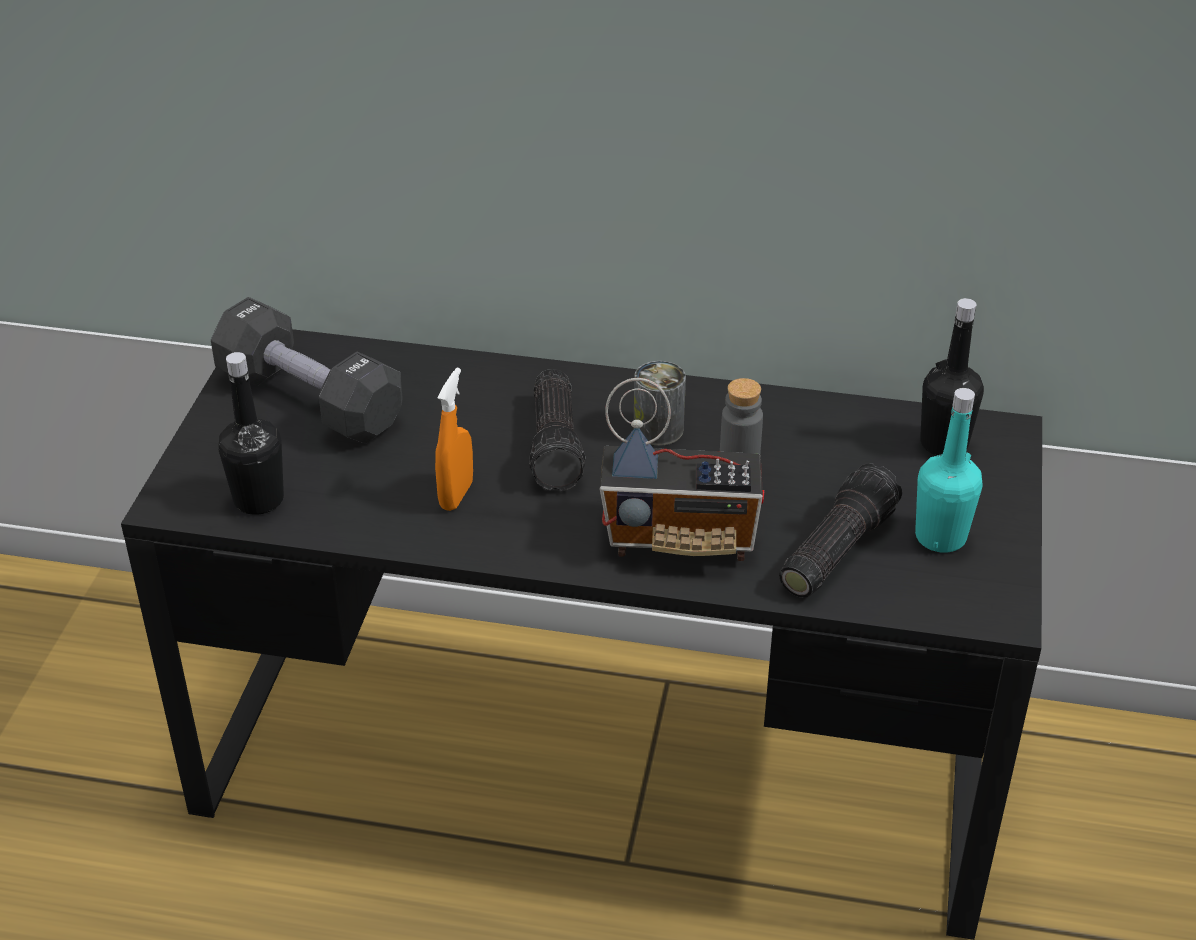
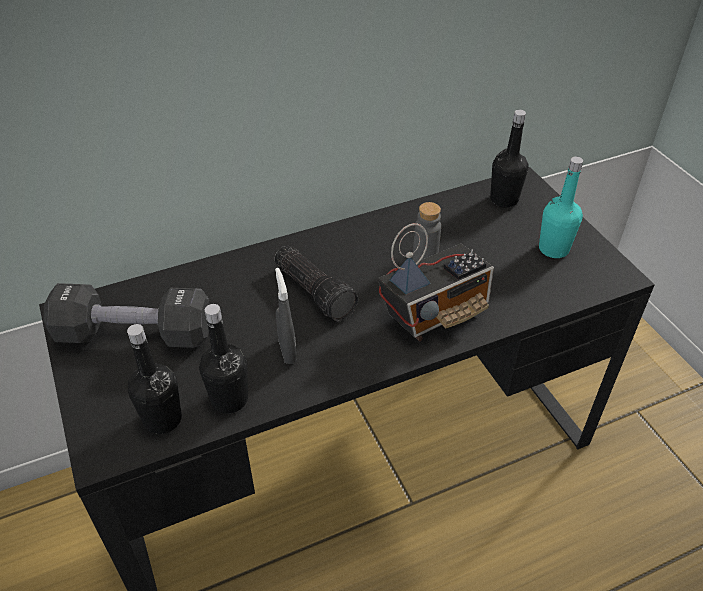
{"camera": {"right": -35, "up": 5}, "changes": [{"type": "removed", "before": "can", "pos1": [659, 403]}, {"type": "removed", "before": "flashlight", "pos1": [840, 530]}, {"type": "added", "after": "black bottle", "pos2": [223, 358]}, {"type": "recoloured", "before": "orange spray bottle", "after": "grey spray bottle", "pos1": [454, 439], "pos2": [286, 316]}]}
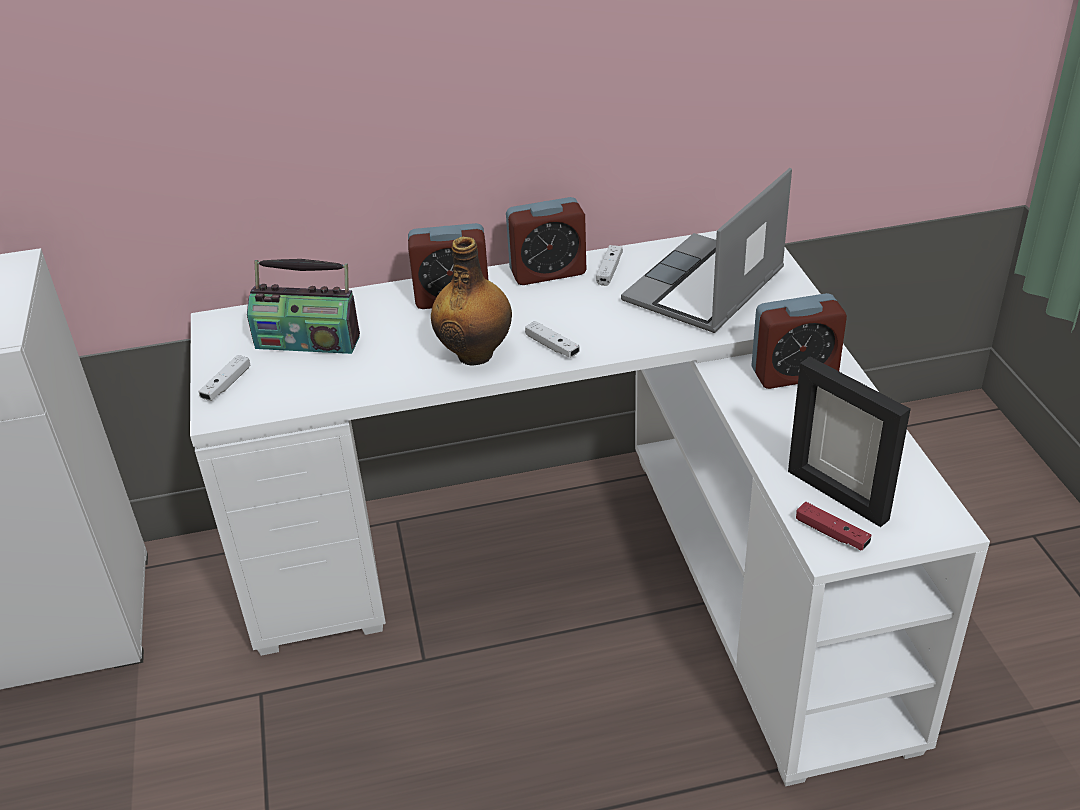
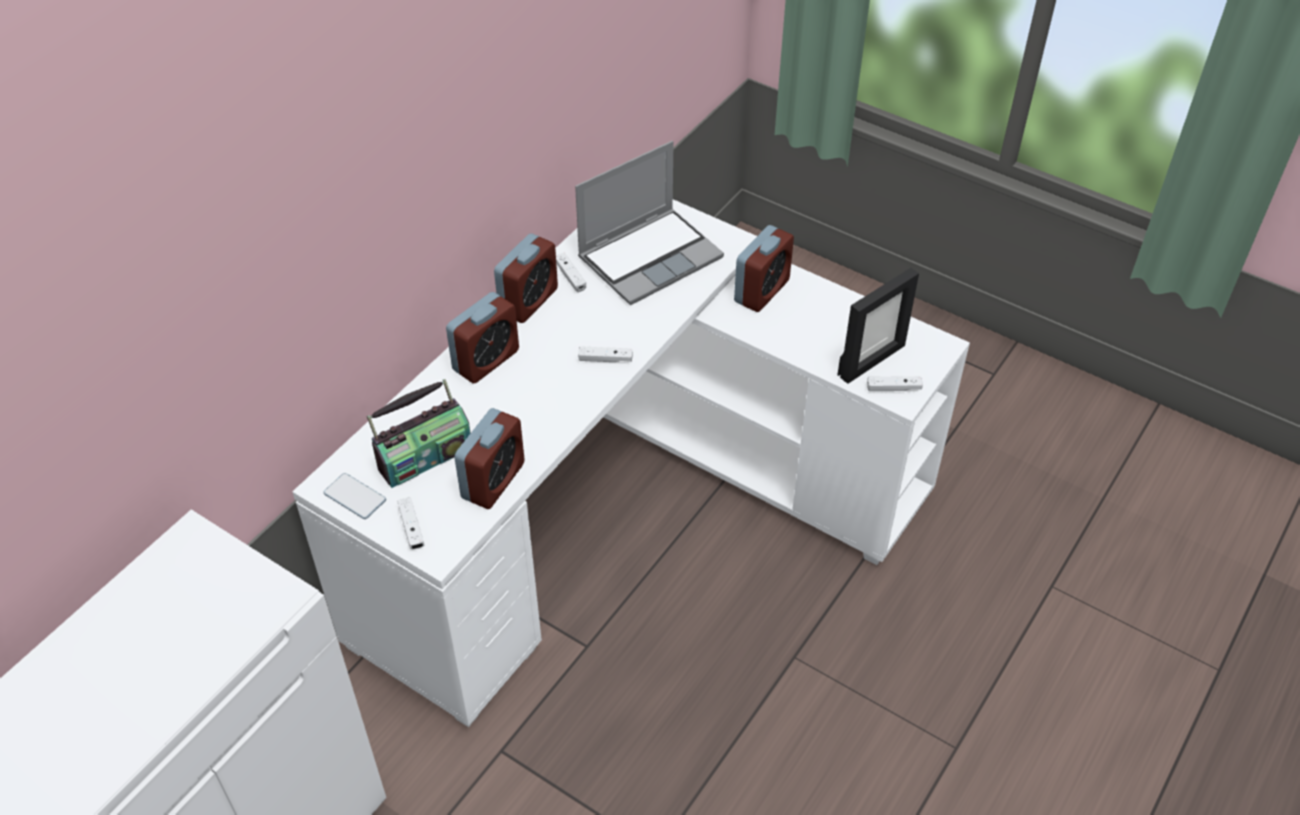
{"camera": {"right": -45, "up": 10}, "changes": [{"type": "removed", "before": "bottle", "pos1": [471, 301]}, {"type": "added", "after": "phone", "pos2": [355, 496]}, {"type": "added", "after": "alarm clock", "pos2": [489, 458]}, {"type": "recoloured", "before": "red game controller", "after": "white game controller", "pos1": [833, 526], "pos2": [895, 383]}, {"type": "turned", "before": "laptop", "pos1": [706, 250], "pos2": [649, 223], "turn": -120}, {"type": "turned", "before": "picture frame", "pos1": [849, 442], "pos2": [878, 326], "turn": -45}]}
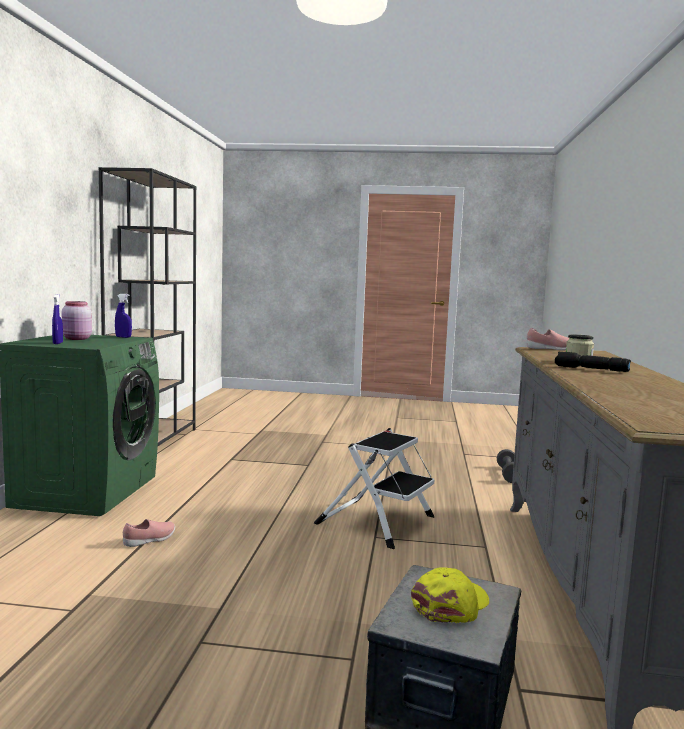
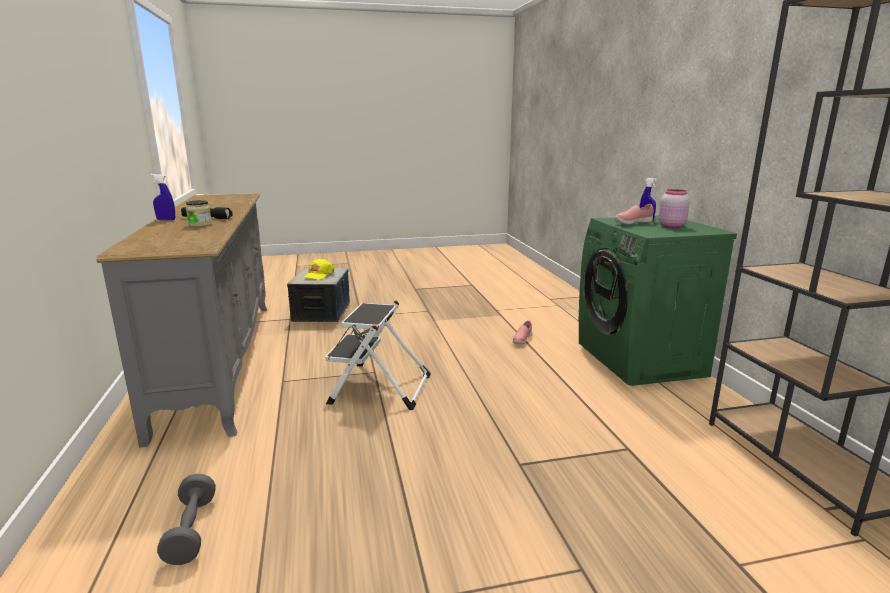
{"camera": {"right": 160, "up": 10}, "changes": [{"type": "moved", "before": "blue spray bottle", "pos1": [123, 316], "pos2": [163, 197]}, {"type": "moved", "before": "pink shoe", "pos1": [547, 339], "pos2": [634, 214]}]}
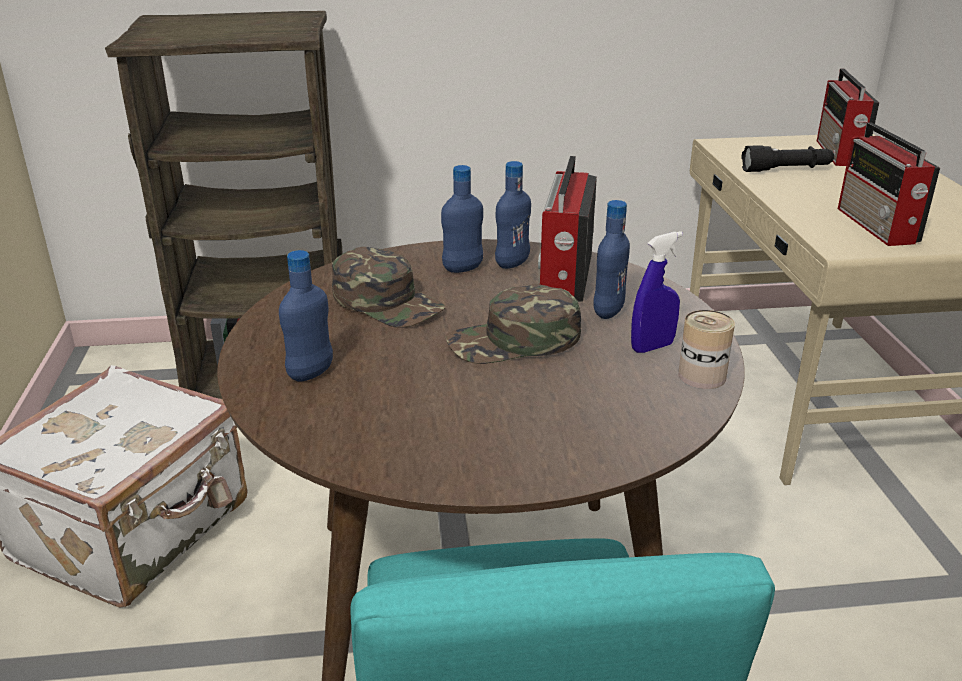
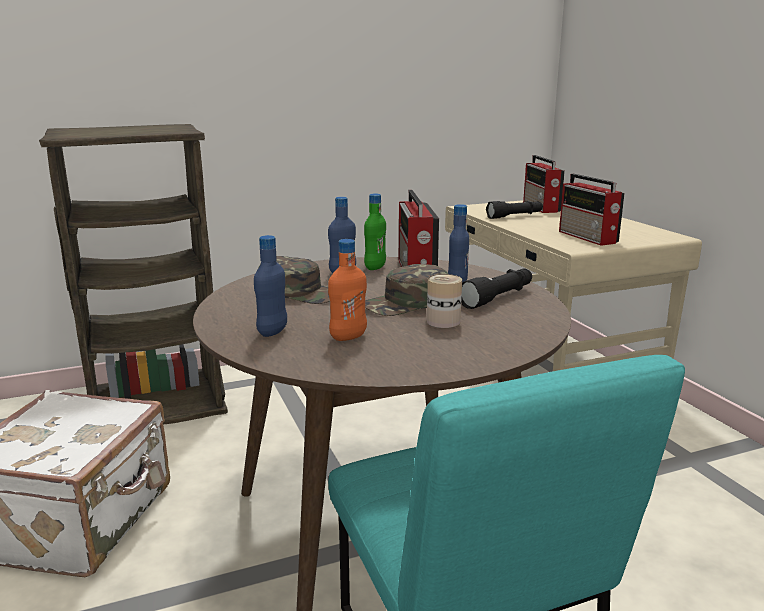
{"camera": {"right": -15, "up": -10}, "changes": [{"type": "added", "after": "orange bottle", "pos2": [347, 290]}, {"type": "moved", "before": "can", "pos1": [706, 349], "pos2": [444, 301]}, {"type": "replaced", "before": "blue spray bottle", "after": "black flashlight", "pos1": [657, 292], "pos2": [496, 288]}, {"type": "recoloured", "before": "blue bottle", "after": "green bottle", "pos1": [513, 215], "pos2": [375, 231]}]}
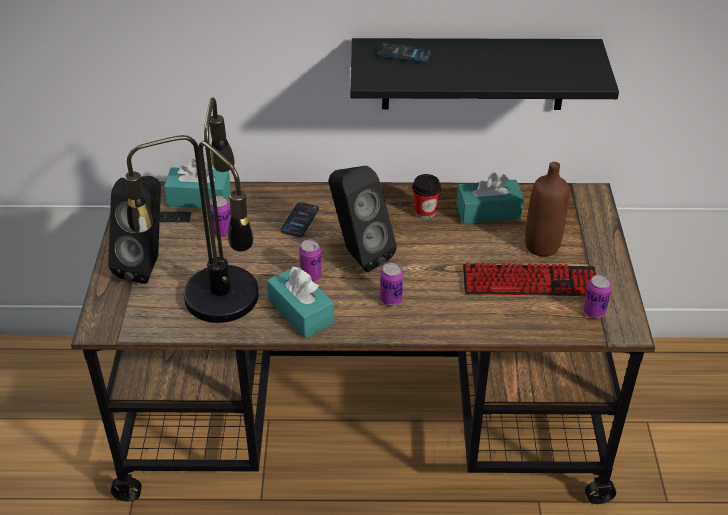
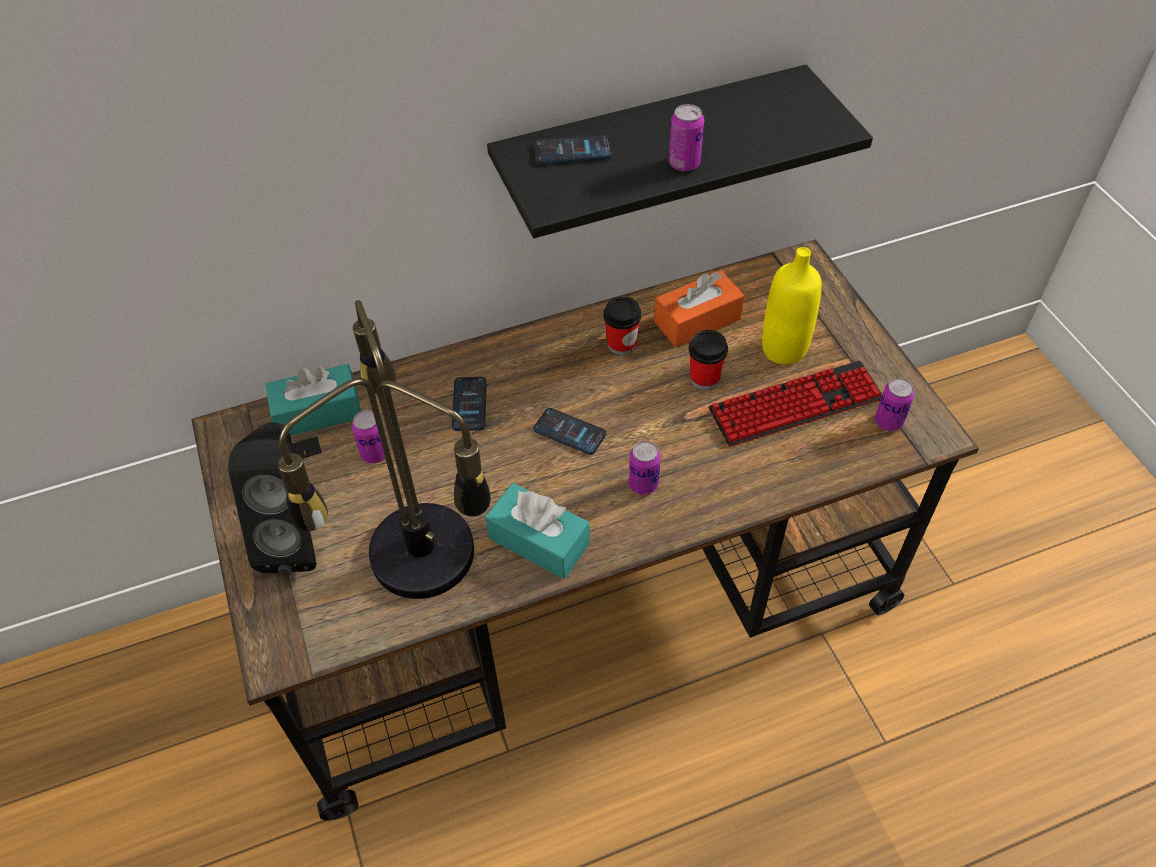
{"camera": {"right": -20, "up": 10}, "changes": [{"type": "added", "after": "cup", "pos2": [708, 360]}, {"type": "moved", "before": "can", "pos1": [310, 260], "pos2": [686, 137]}, {"type": "replaced", "before": "black speaker", "after": "phone", "pos1": [363, 219], "pos2": [569, 431]}, {"type": "recoloured", "before": "turquoise tissue box", "after": "orange tissue box", "pos1": [490, 198], "pos2": [699, 309]}, {"type": "recoloured", "before": "brown bottle", "after": "yellow bottle", "pos1": [547, 209], "pos2": [792, 305]}]}
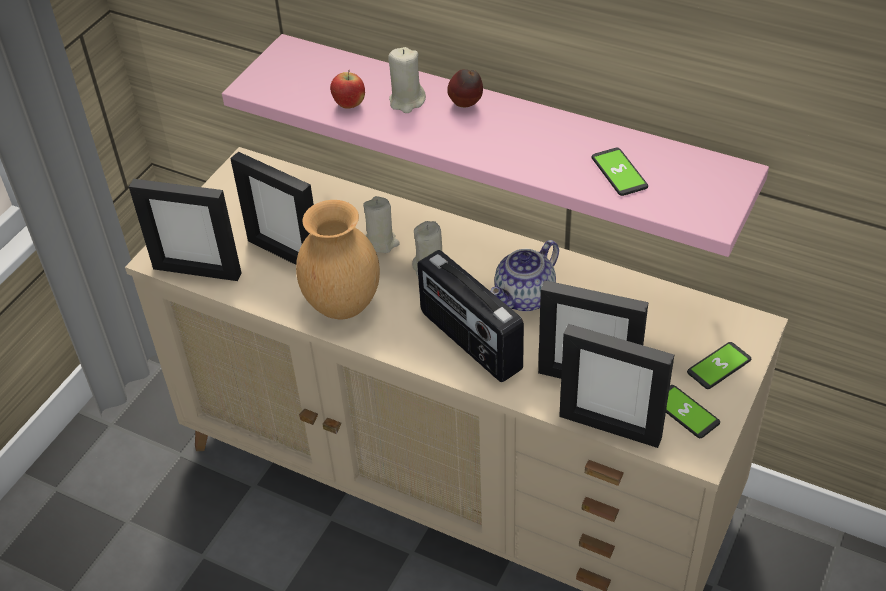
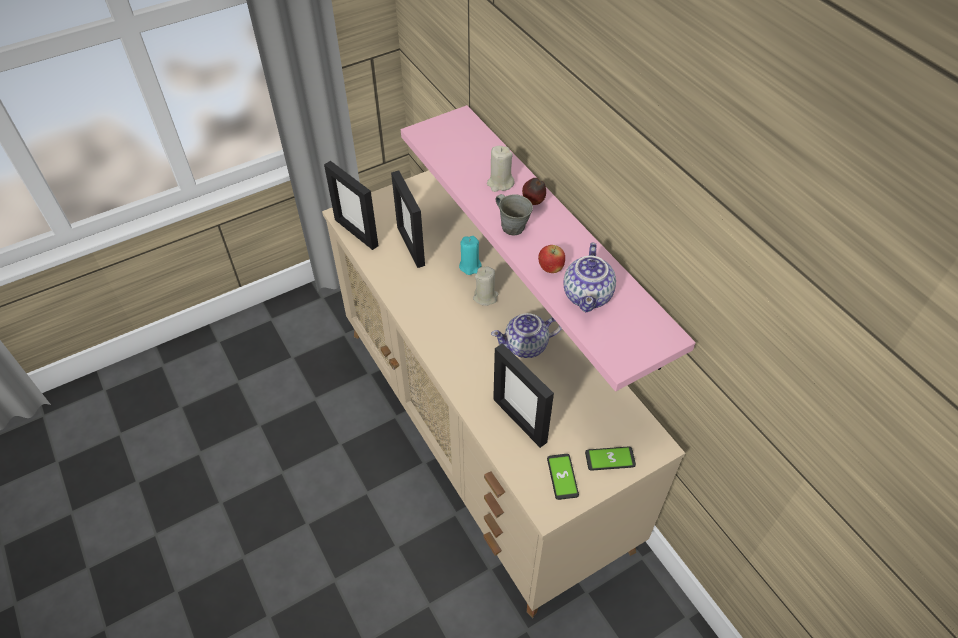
{"camera": {"right": 30, "up": 5}, "changes": [{"type": "removed", "before": "brown vase", "pos1": [338, 259]}, {"type": "removed", "before": "radio", "pos1": [470, 316]}, {"type": "removed", "before": "picture frame", "pos1": [616, 386]}, {"type": "added", "after": "grey mug", "pos2": [514, 215]}, {"type": "moved", "before": "apple", "pos1": [347, 89], "pos2": [551, 259]}, {"type": "replaced", "before": "phone", "after": "teapot", "pos1": [620, 172], "pos2": [589, 277]}, {"type": "recoloured", "before": "beige candle", "after": "turquoise candle", "pos1": [381, 224], "pos2": [470, 255]}]}
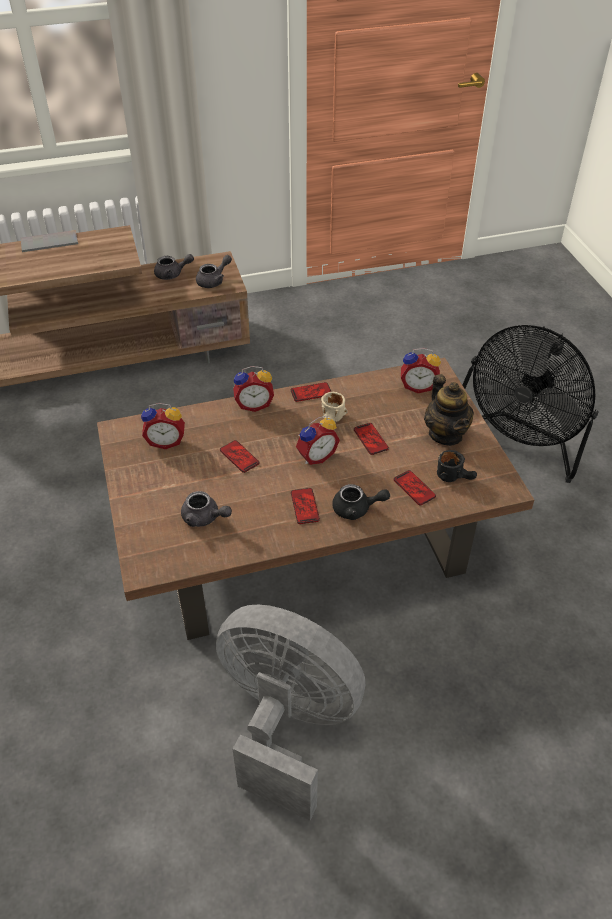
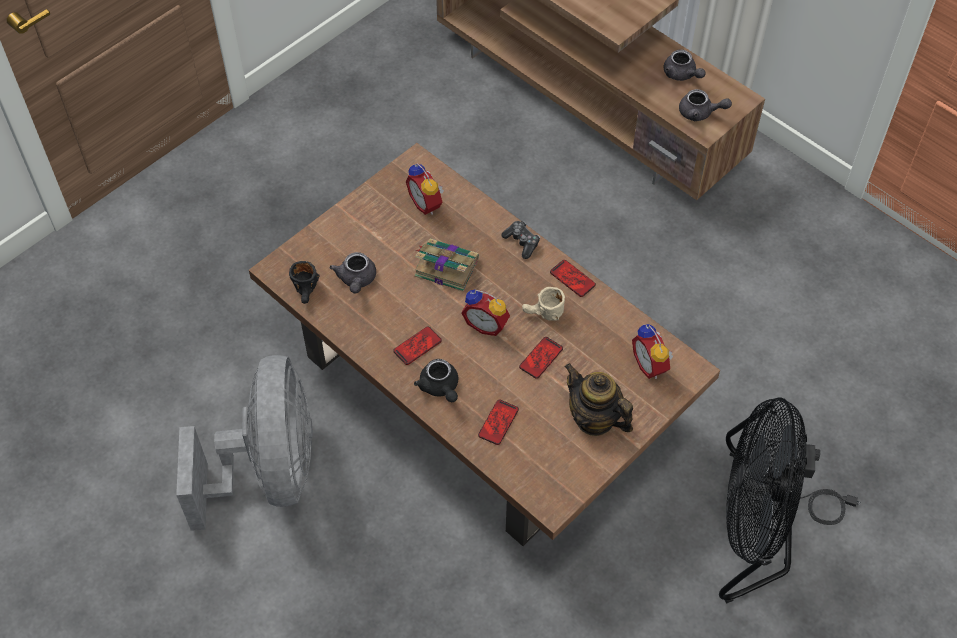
{"camera": {"right": 60, "up": 10}, "changes": [{"type": "moved", "before": "black mug", "pos1": [457, 466], "pos2": [304, 282]}, {"type": "replaced", "before": "phone", "after": "book", "pos1": [239, 456], "pos2": [446, 265]}, {"type": "replaced", "before": "alarm clock", "after": "game controller", "pos1": [253, 389], "pos2": [520, 240]}, {"type": "turned", "before": "teapot", "pos1": [449, 410], "pos2": [599, 399], "turn": 90}]}
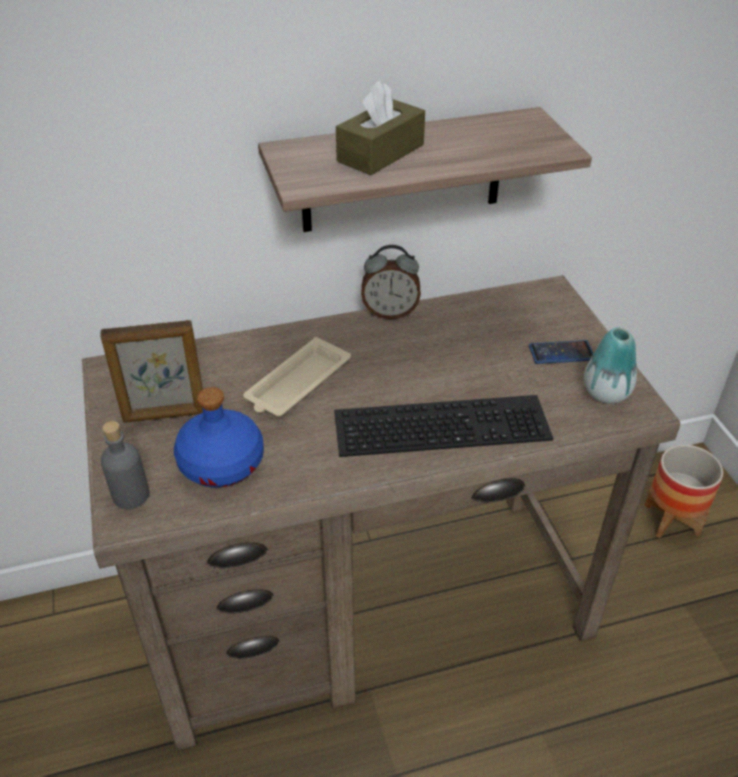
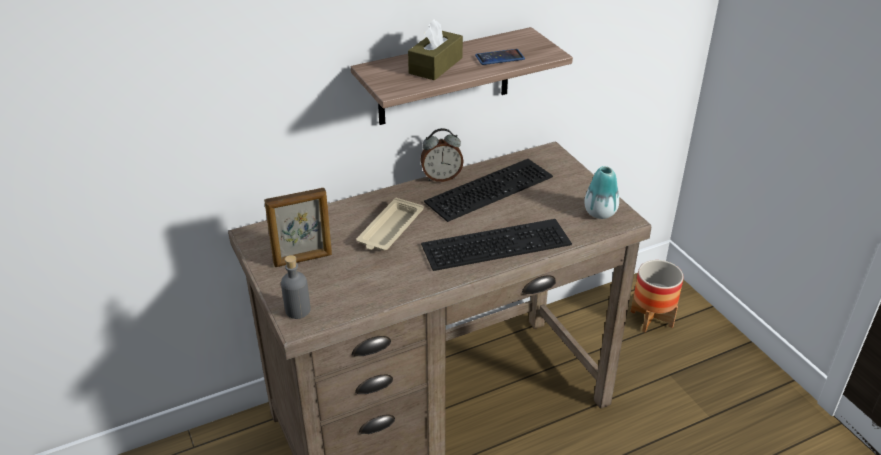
{"camera": {"right": -10, "up": -5}, "changes": [{"type": "removed", "before": "blue bottle", "pos1": [219, 437]}, {"type": "added", "after": "keyboard", "pos2": [488, 190]}, {"type": "moved", "before": "phone", "pos1": [561, 352], "pos2": [500, 57]}]}
